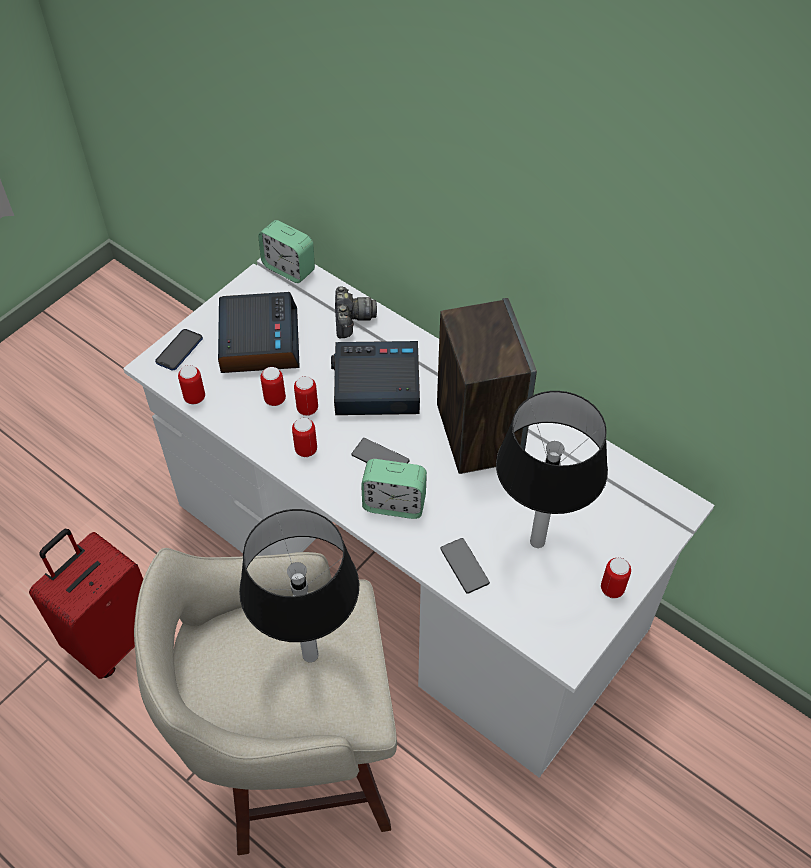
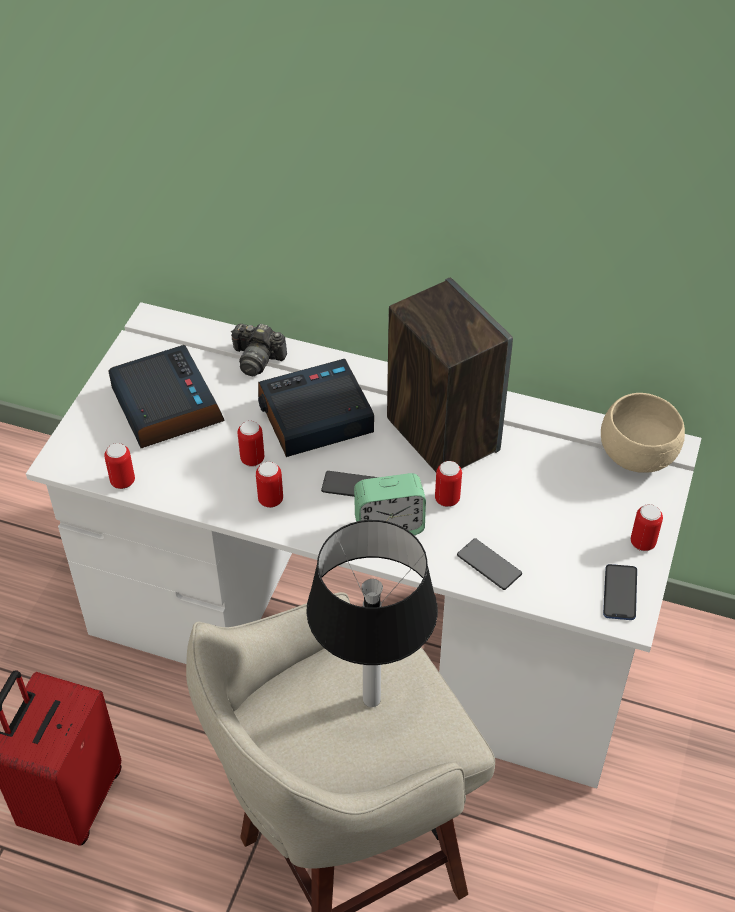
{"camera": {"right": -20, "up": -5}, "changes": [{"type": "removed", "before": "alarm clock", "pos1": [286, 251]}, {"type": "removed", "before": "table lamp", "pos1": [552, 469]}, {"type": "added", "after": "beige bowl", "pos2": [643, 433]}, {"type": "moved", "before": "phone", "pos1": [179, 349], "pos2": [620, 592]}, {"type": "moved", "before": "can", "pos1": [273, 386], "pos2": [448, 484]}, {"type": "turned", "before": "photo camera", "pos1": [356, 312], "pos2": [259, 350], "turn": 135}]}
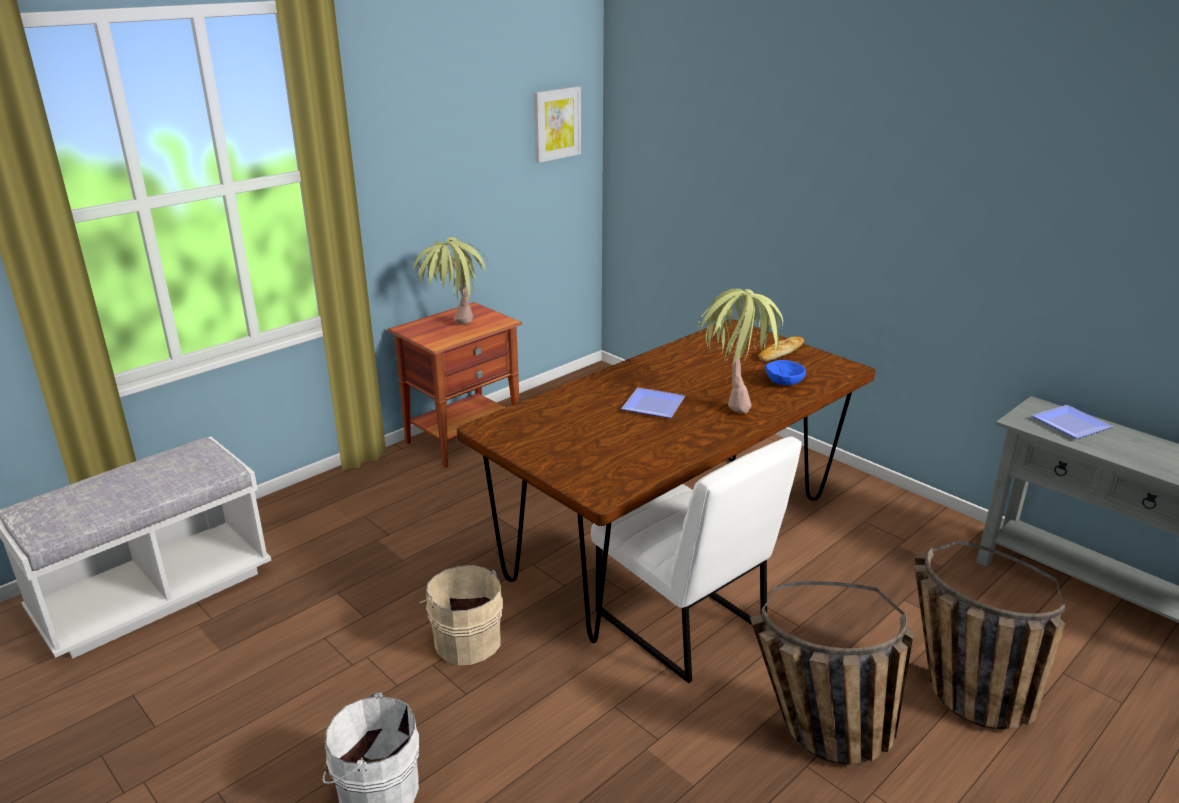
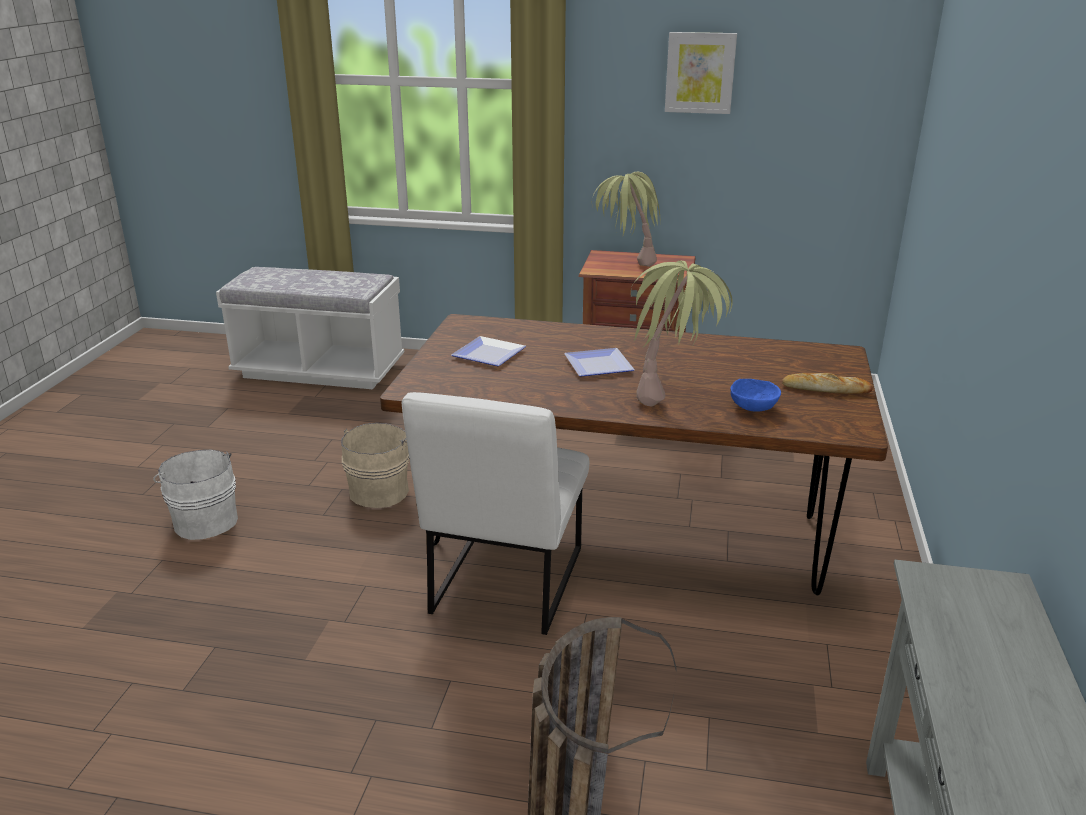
{"camera": {"right": 55, "up": 0}, "changes": [{"type": "removed", "before": "basket", "pos1": [832, 673]}, {"type": "moved", "before": "picture", "pos1": [557, 124], "pos2": [701, 73]}, {"type": "moved", "before": "plate", "pos1": [1072, 422], "pos2": [488, 351]}]}
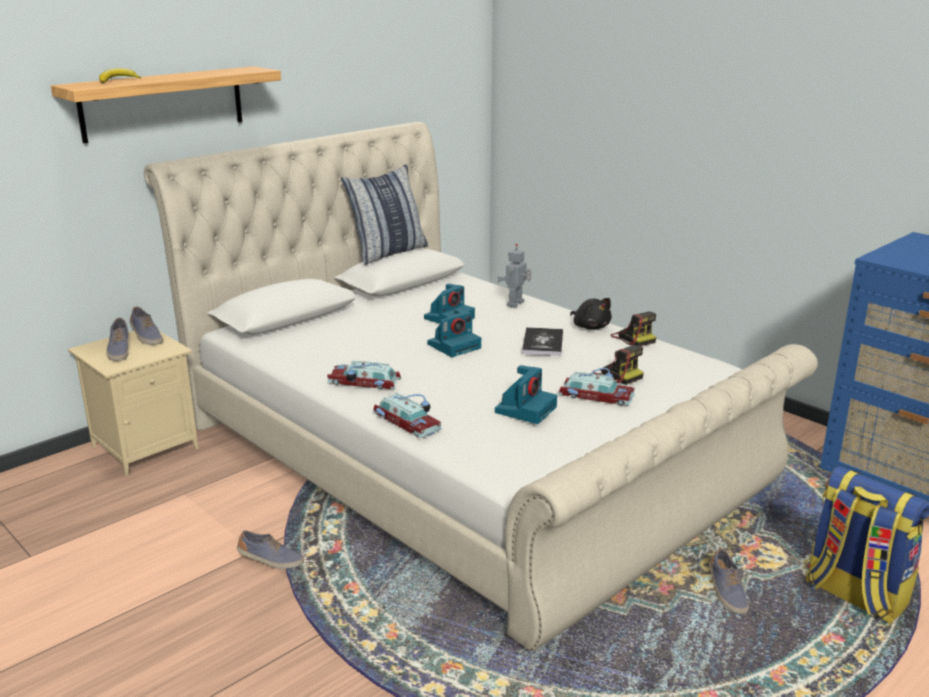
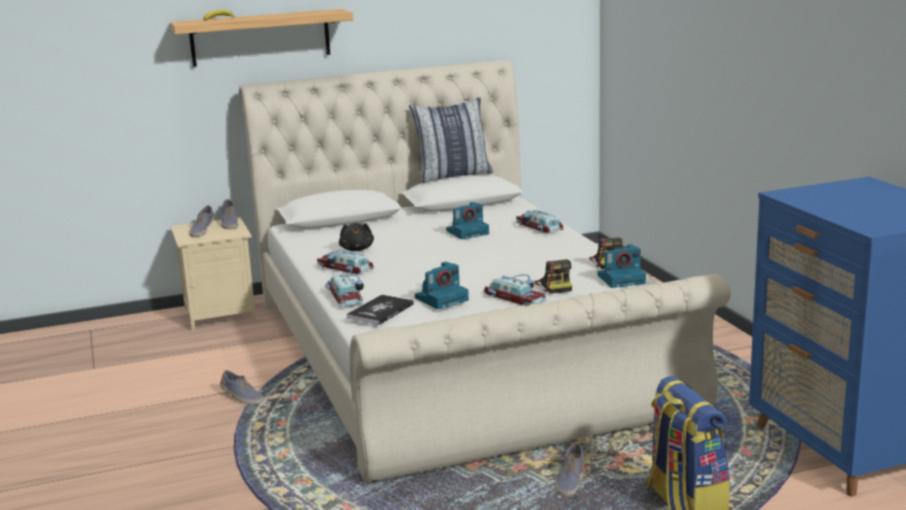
{"camera": {"right": 25, "up": -5}, "changes": [{"type": "moved", "before": "photo camera", "pos1": [454, 333], "pos2": [622, 266]}, {"type": "moved", "before": "book", "pos1": [542, 341], "pos2": [380, 310]}, {"type": "moved", "before": "black plush toy", "pos1": [591, 314], "pos2": [356, 237]}, {"type": "replaced", "before": "toy robot", "after": "toy car", "pos1": [514, 276], "pos2": [540, 222]}]}
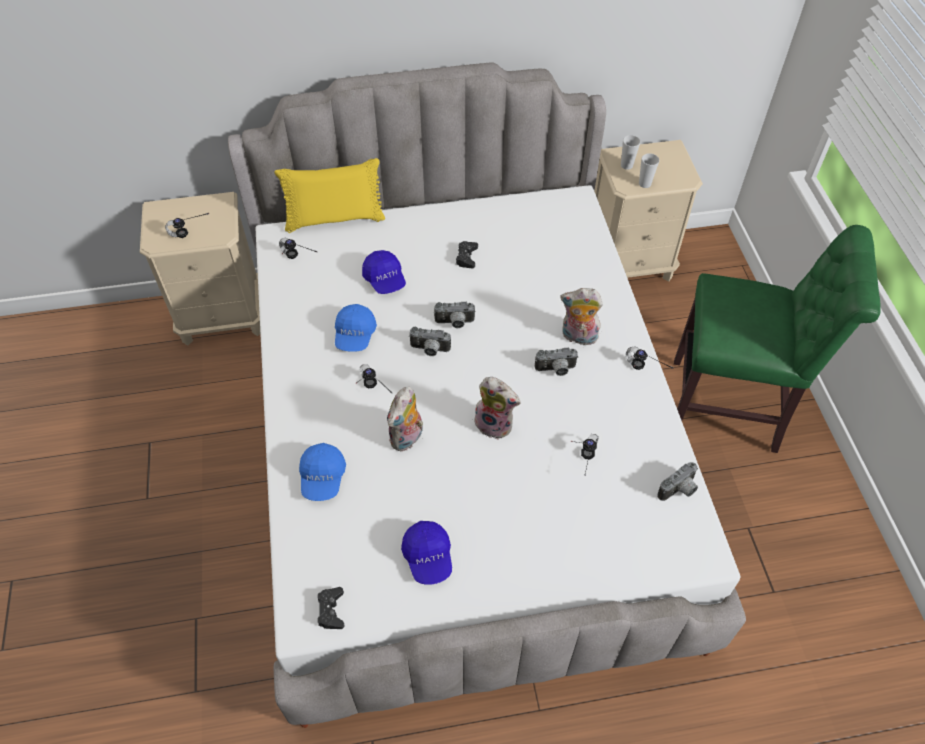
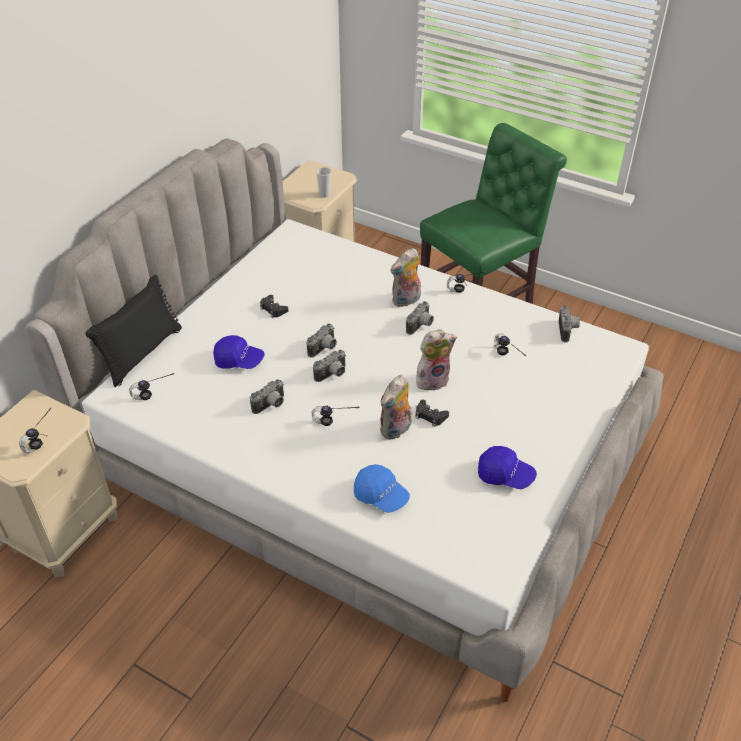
{"camera": {"right": -50, "up": -10}, "changes": [{"type": "removed", "before": "cup", "pos1": [630, 152]}, {"type": "moved", "before": "black game controller", "pos1": [330, 608], "pos2": [432, 413]}, {"type": "replaced", "before": "blue cap", "after": "photo camera", "pos1": [356, 328], "pos2": [267, 396]}, {"type": "recoloured", "before": "yellow pillow", "after": "black pillow", "pos1": [329, 195], "pos2": [133, 331]}, {"type": "turned", "before": "plush toy", "pos1": [405, 419], "pos2": [396, 407], "turn": 60}]}
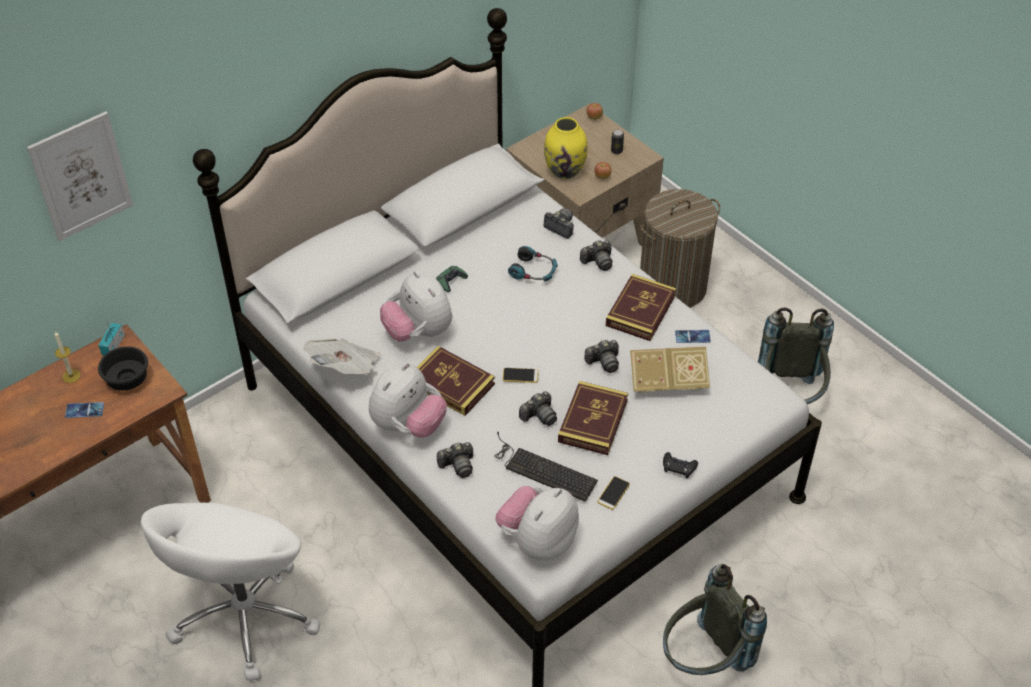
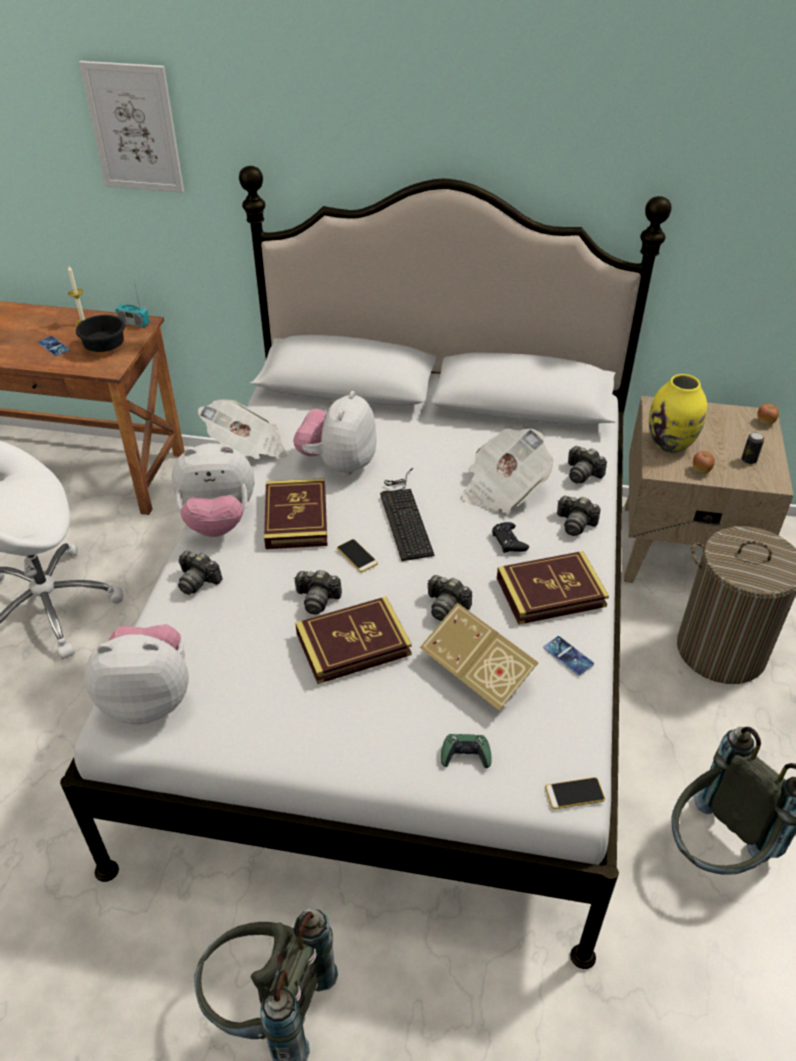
{"camera": {"right": 50, "up": -5}, "changes": [{"type": "moved", "before": "green game controller", "pos1": [452, 279], "pos2": [466, 751]}, {"type": "moved", "before": "keyboard", "pos1": [546, 467], "pos2": [407, 514]}, {"type": "moved", "before": "phone", "pos1": [613, 493], "pos2": [575, 793]}, {"type": "moved", "before": "black game controller", "pos1": [680, 465], "pos2": [510, 537]}, {"type": "replaced", "before": "headphones", "after": "newspaper", "pos1": [533, 264], "pos2": [507, 471]}, {"type": "turned", "before": "radio", "pos1": [112, 337], "pos2": [133, 305], "turn": -135}, {"type": "turned", "before": "photo camera", "pos1": [559, 223], "pos2": [587, 464], "turn": 135}]}
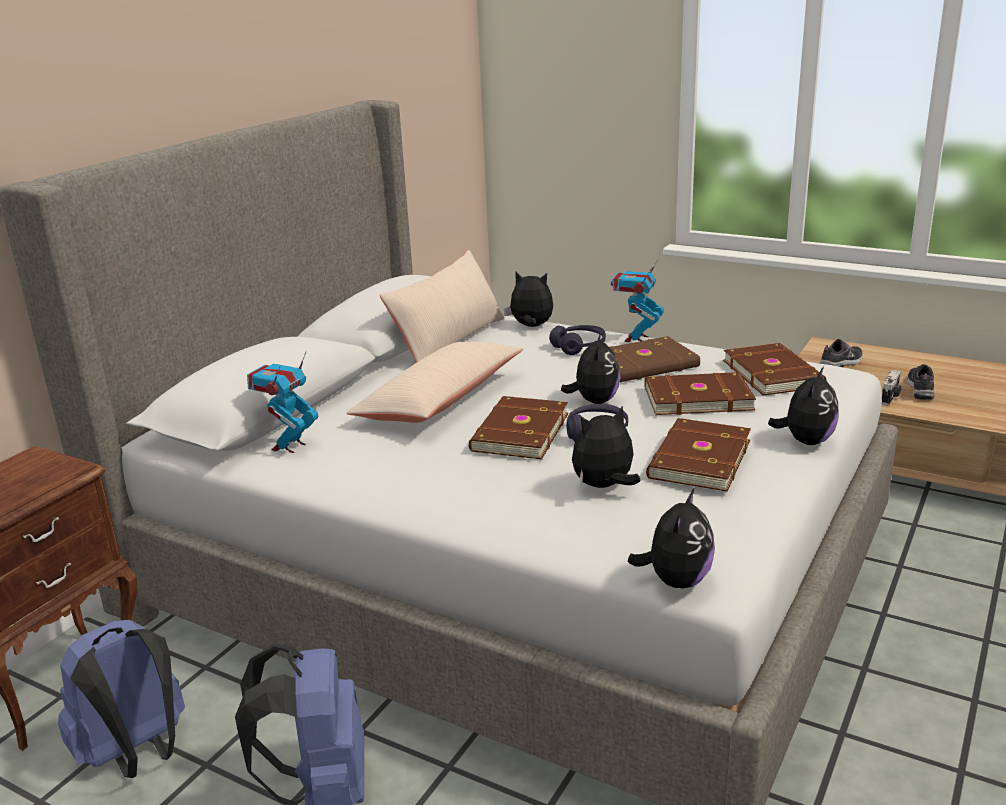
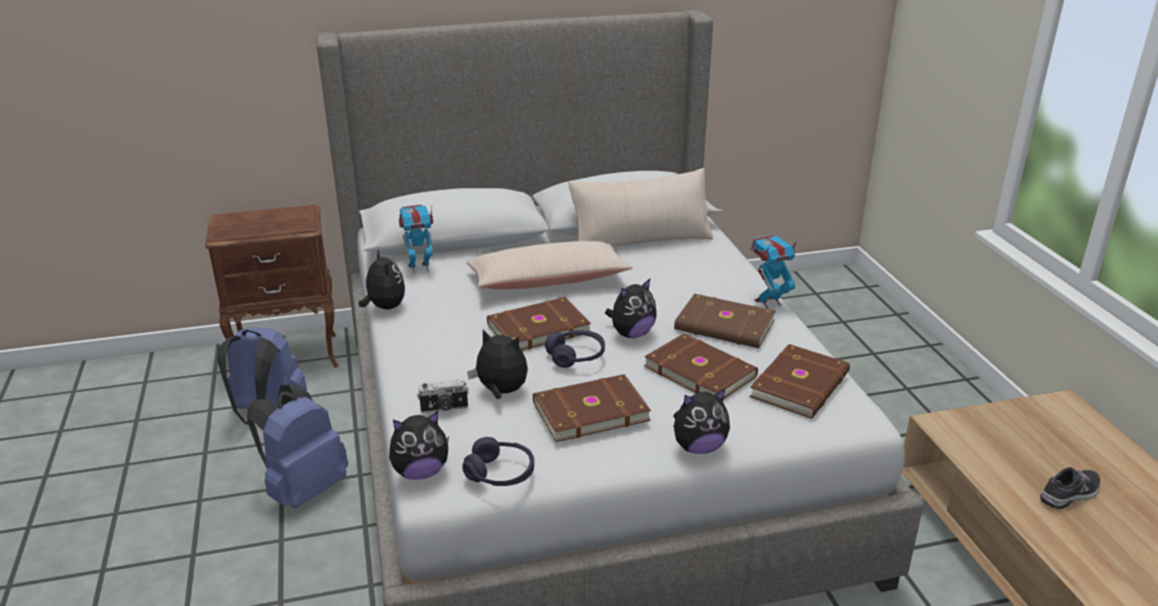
{"camera": {"right": 45, "up": 5}, "changes": [{"type": "removed", "before": "shoe", "pos1": [841, 353]}, {"type": "moved", "before": "plush toy", "pos1": [528, 299], "pos2": [382, 279]}, {"type": "moved", "before": "purple headphones", "pos1": [577, 340], "pos2": [498, 461]}, {"type": "moved", "before": "photo camera", "pos1": [891, 387], "pos2": [443, 396]}]}
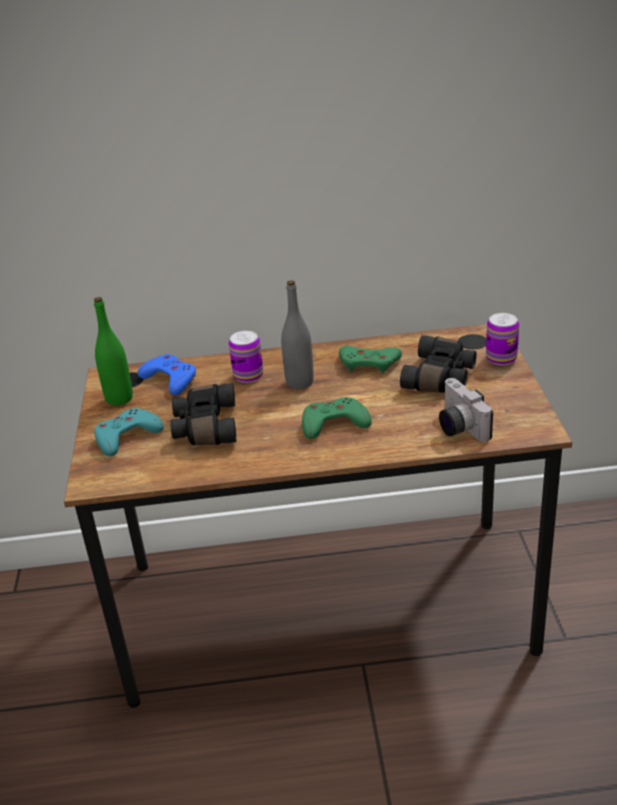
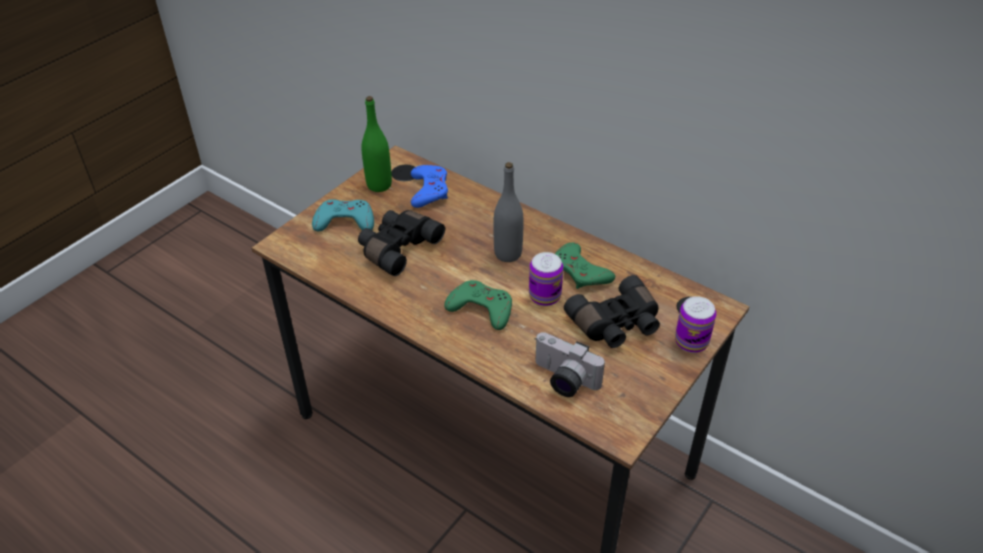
{"camera": {"right": 40, "up": 10}, "changes": [{"type": "moved", "before": "can", "pos1": [246, 357], "pos2": [546, 279]}, {"type": "turned", "before": "photo camera", "pos1": [466, 410], "pos2": [570, 364], "turn": -75}]}
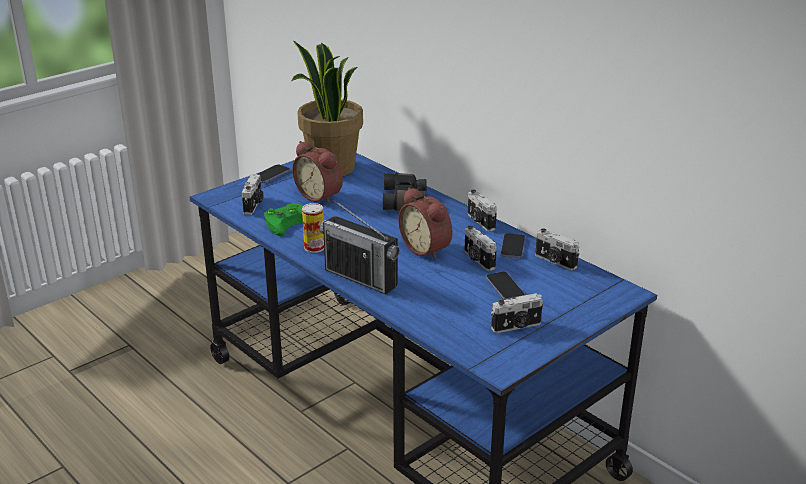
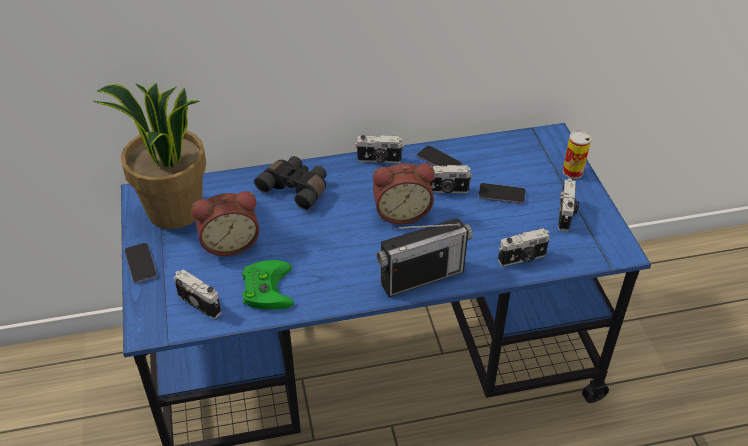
{"camera": {"right": -60, "up": 15}, "changes": [{"type": "moved", "before": "can", "pos1": [313, 228], "pos2": [577, 154]}, {"type": "moved", "before": "photo camera", "pos1": [557, 249], "pos2": [524, 247]}]}
